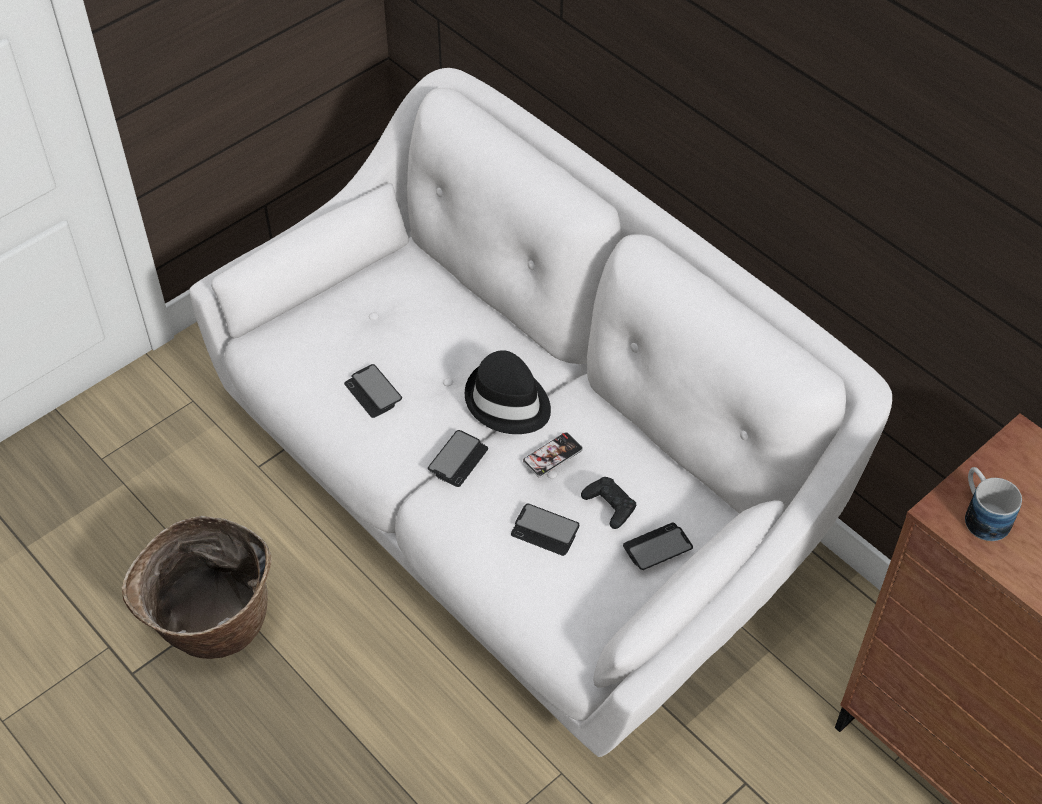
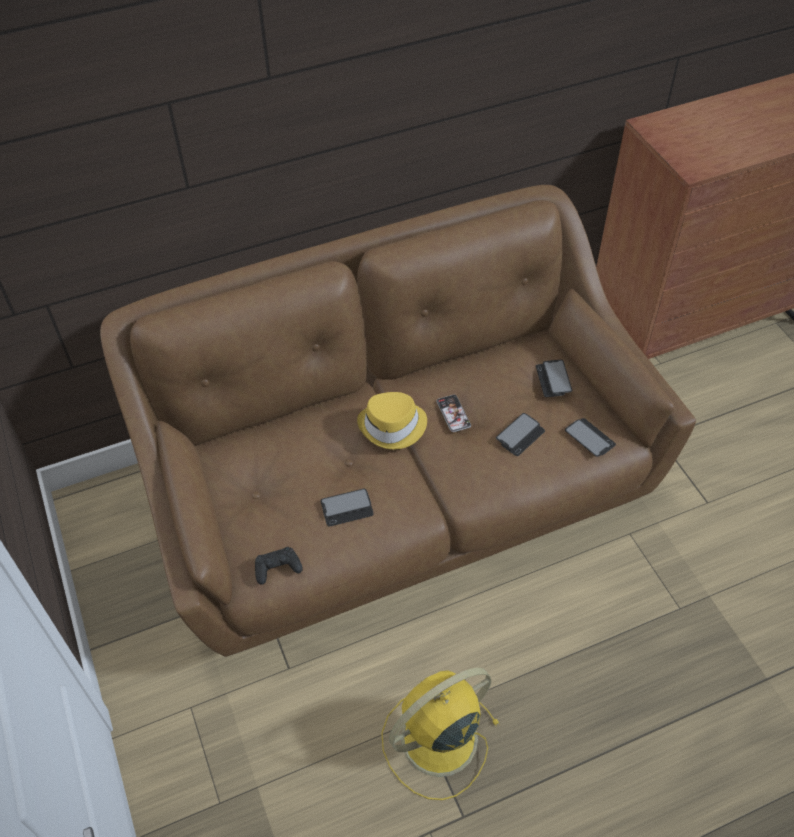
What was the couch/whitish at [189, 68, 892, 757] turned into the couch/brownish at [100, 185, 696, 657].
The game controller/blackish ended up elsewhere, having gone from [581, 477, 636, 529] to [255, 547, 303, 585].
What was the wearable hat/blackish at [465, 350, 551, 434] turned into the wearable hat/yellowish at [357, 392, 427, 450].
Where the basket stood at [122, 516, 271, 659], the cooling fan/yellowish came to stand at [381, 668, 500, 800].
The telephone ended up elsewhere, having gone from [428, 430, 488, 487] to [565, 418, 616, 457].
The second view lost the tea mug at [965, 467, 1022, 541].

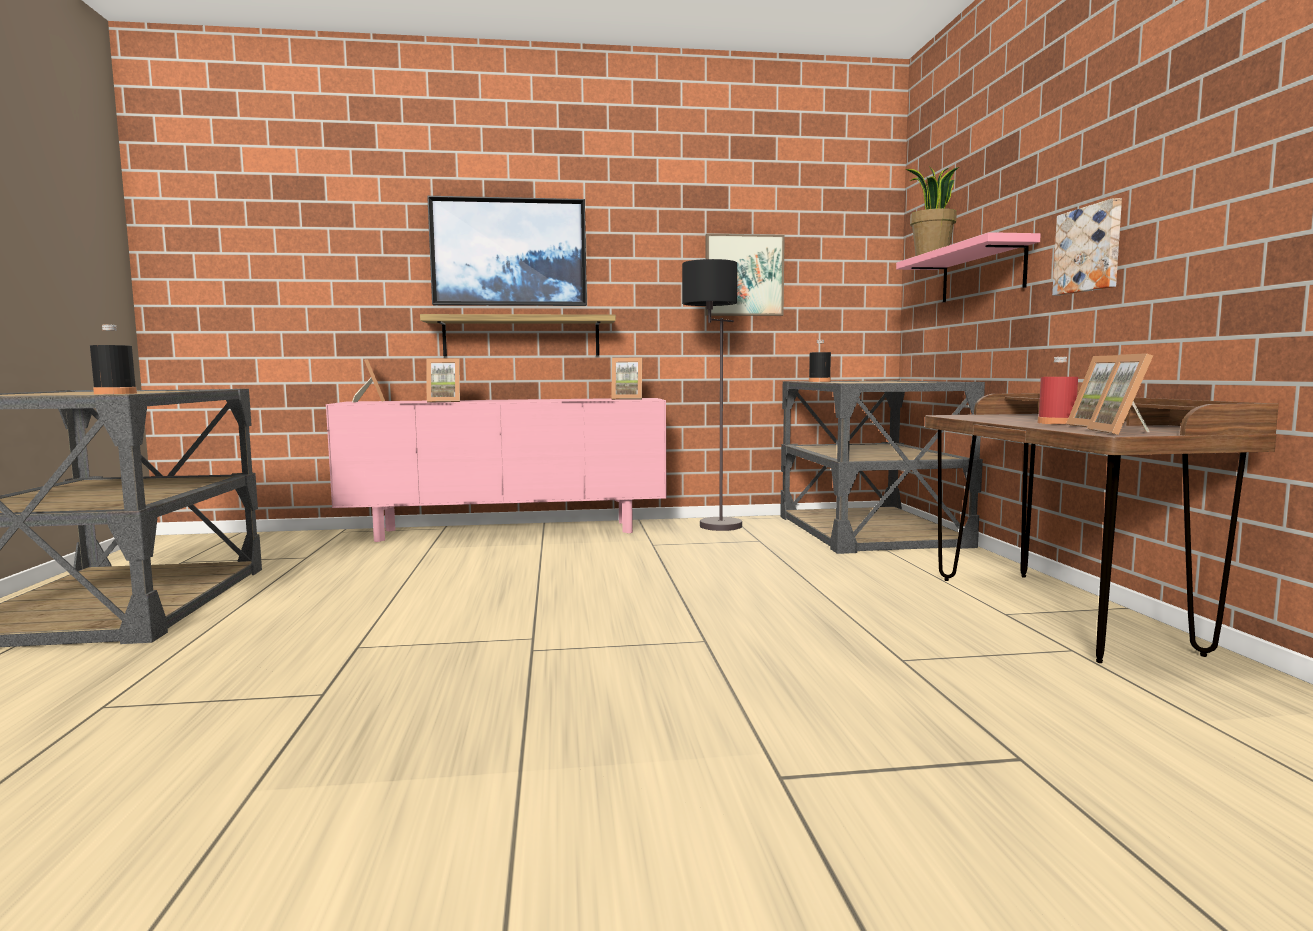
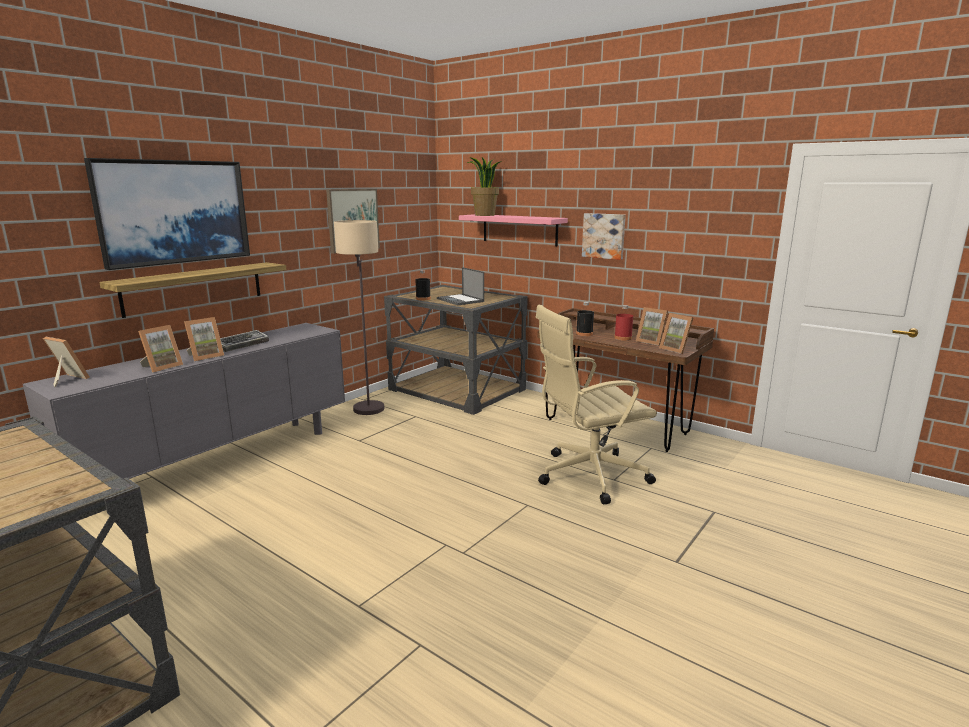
What was the cabinet/pink at [326, 398, 667, 542] turned into the cabinet/grey at [23, 323, 345, 479].
The standing frame ended up elsewhere, having gone from [611, 358, 642, 400] to [184, 317, 224, 361].
The second view gained the keyboard at [220, 330, 269, 352].
What was the standard lamp/blackish at [682, 259, 742, 531] turned into the standard lamp/beige at [334, 220, 384, 415].
The second view gained the laptop at [437, 267, 484, 305].
The second view gained the computer chair/beige at [536, 304, 657, 504].
The drink bottle/blackish ended up elsewhere, having gone from [90, 324, 137, 394] to [576, 302, 594, 336].

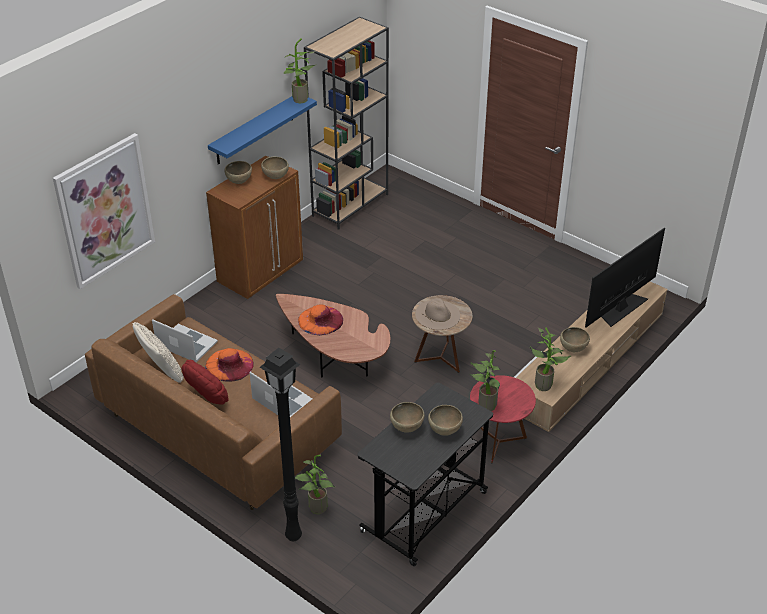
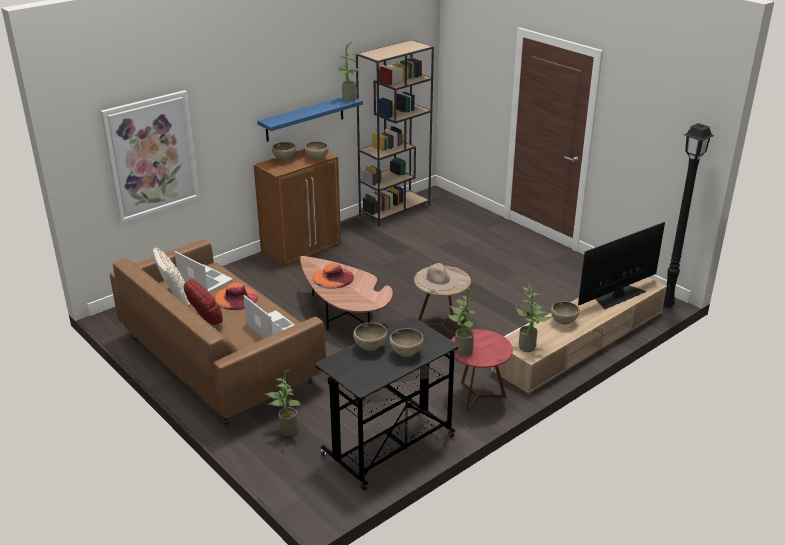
The standard lamp/blackish ended up elsewhere, having gone from [260, 348, 302, 541] to [663, 123, 714, 308].

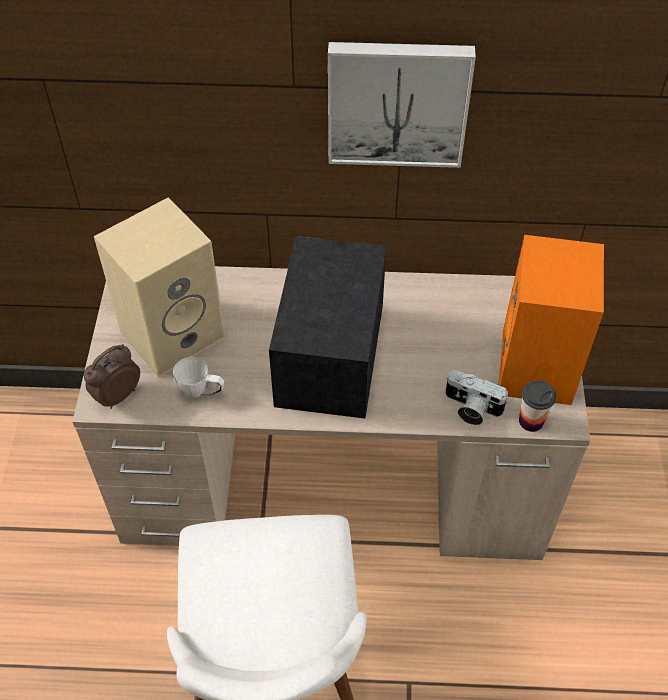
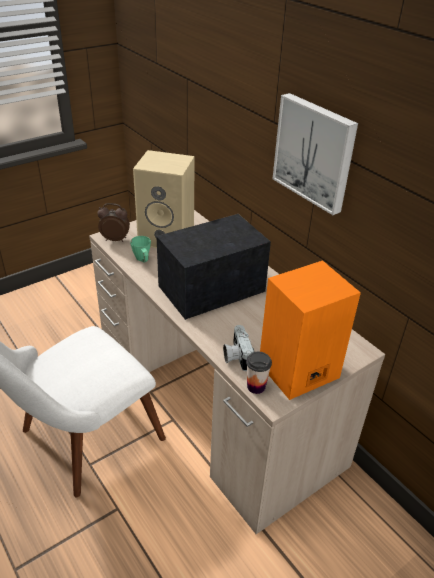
What was the tea mug/whitish at [173, 357, 224, 398] turned into the tea mug/green at [130, 236, 151, 262].

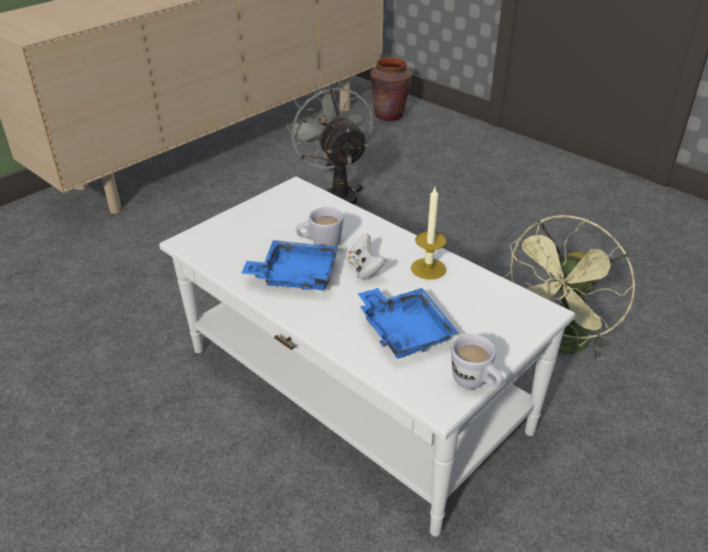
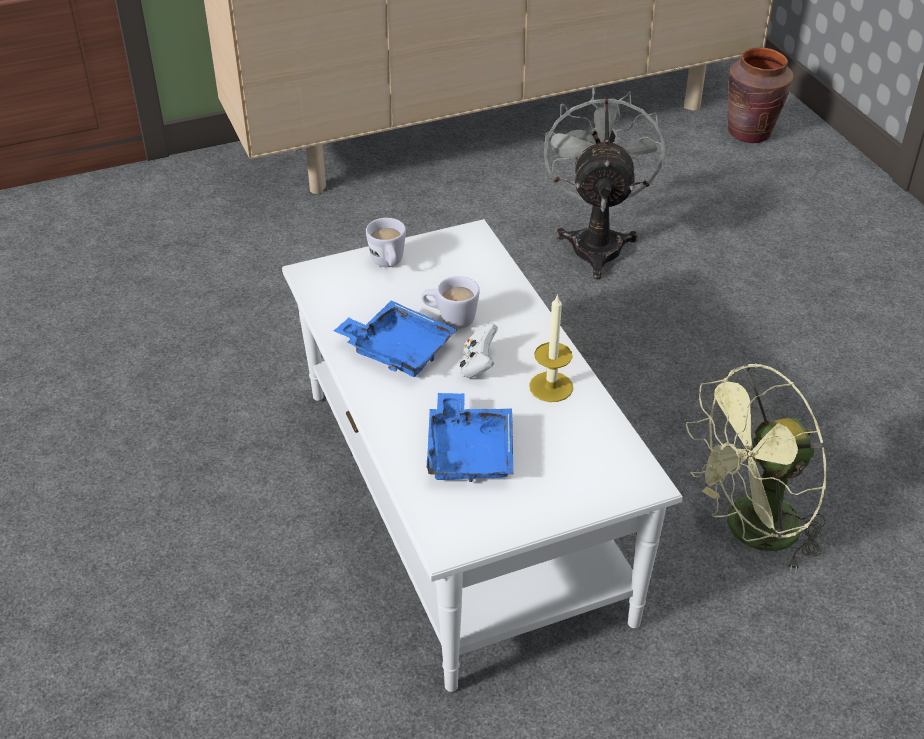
The tea mug/whitish ended up elsewhere, having gone from [451, 334, 503, 389] to [366, 218, 406, 267].

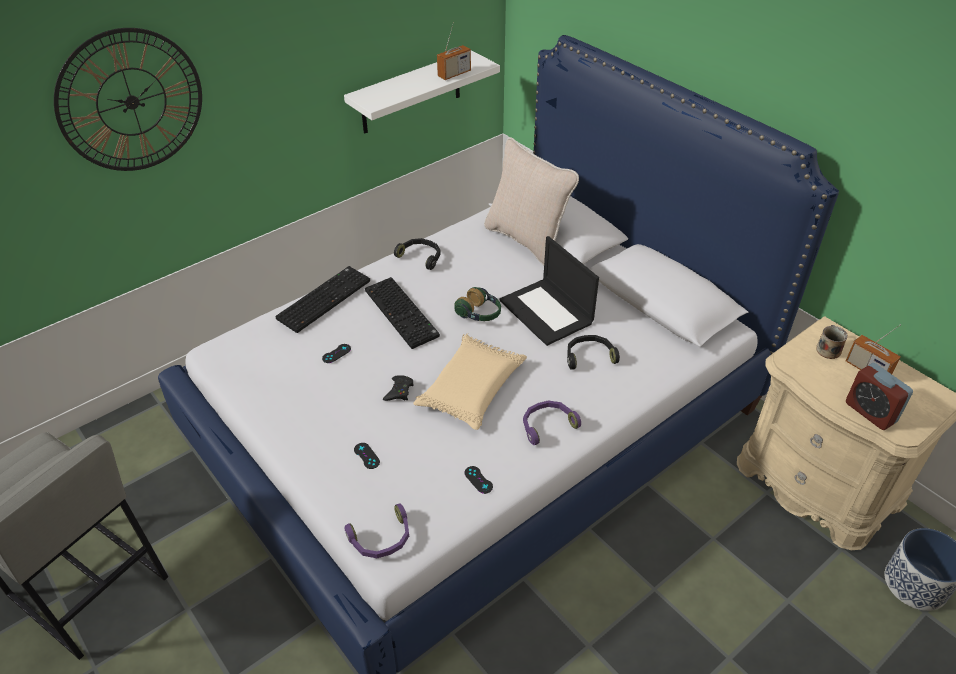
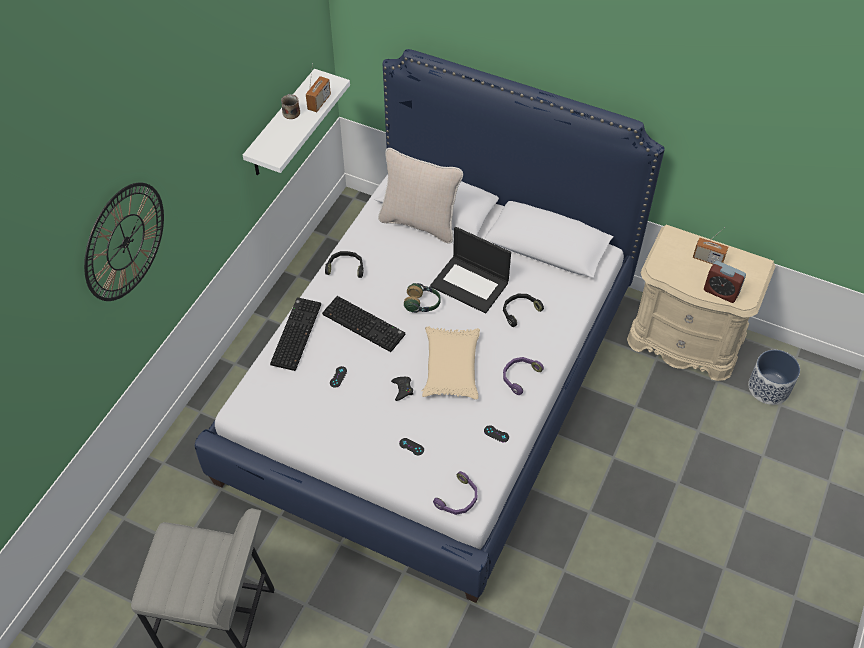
The tea mug ended up elsewhere, having gone from [816, 325, 848, 359] to [281, 94, 300, 119].

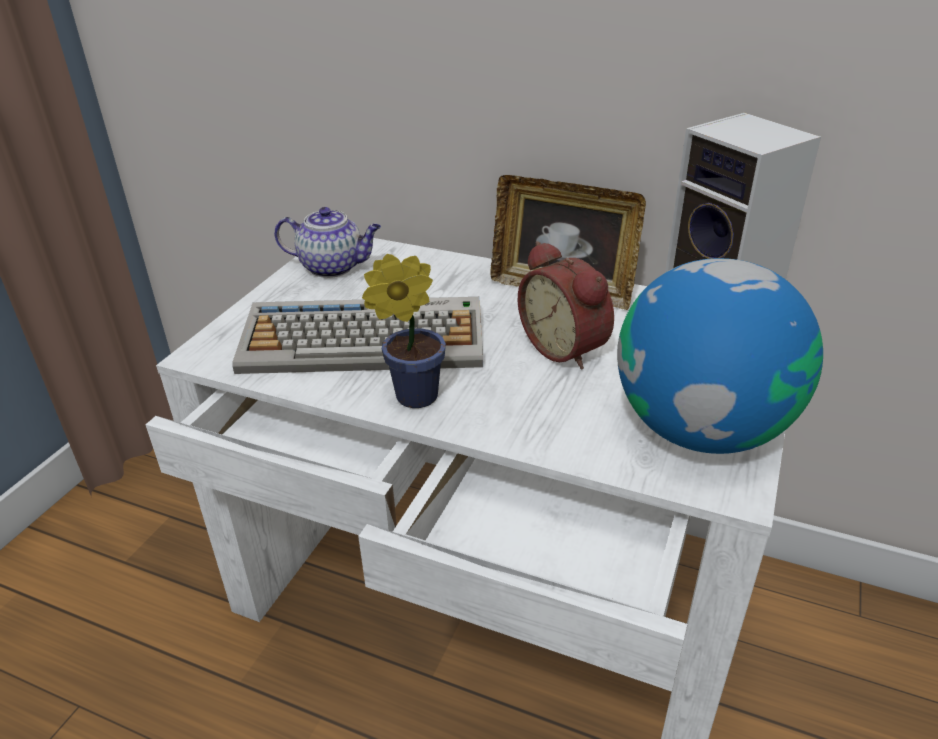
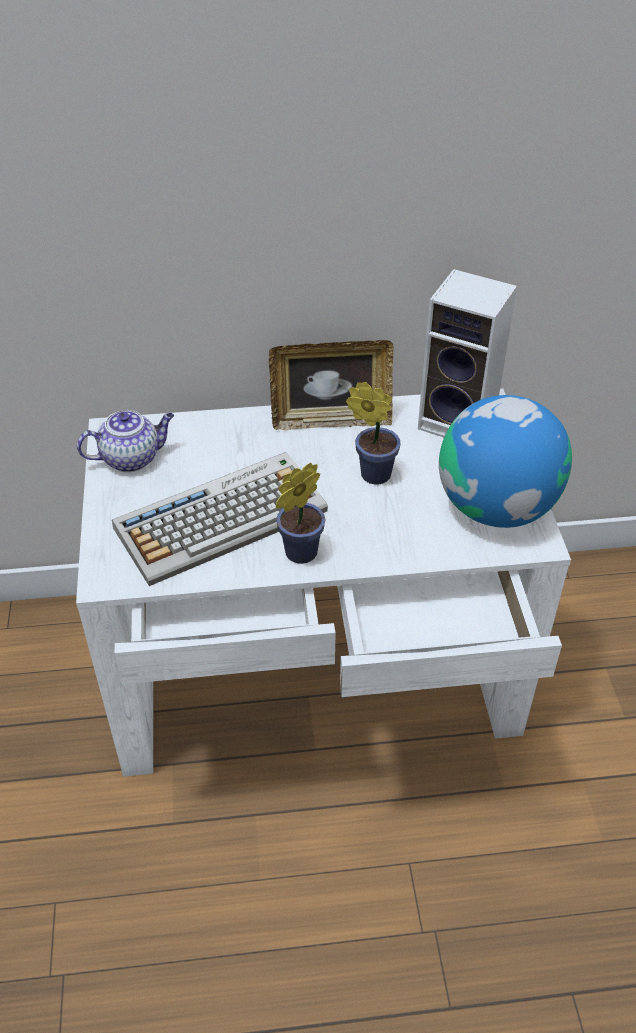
Where the bedside clock stood at [518, 241, 614, 370], the potted plant came to stand at [346, 382, 401, 484].

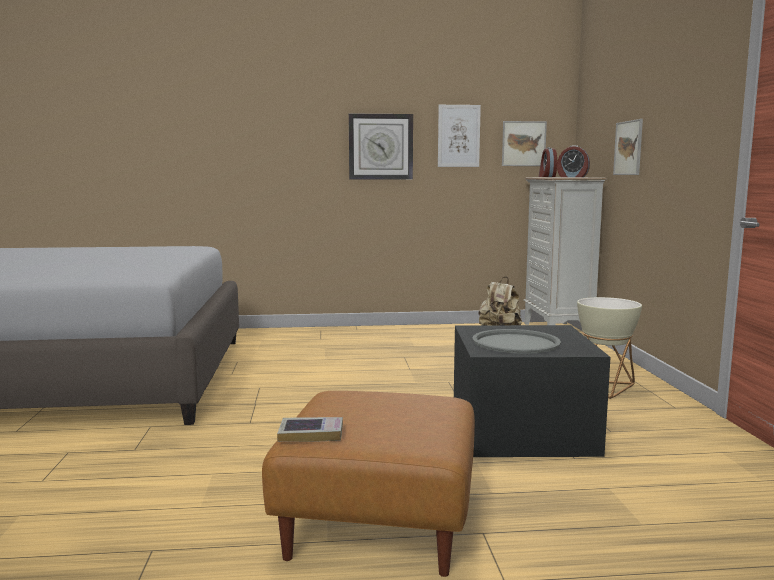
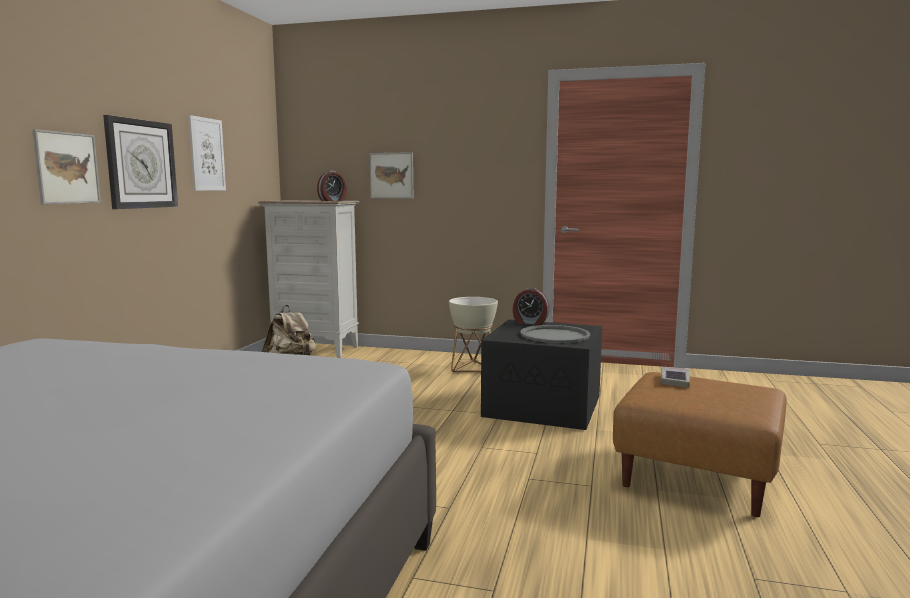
The picture ended up elsewhere, having gone from [502, 121, 547, 166] to [32, 129, 101, 204].
The bedside clock ended up elsewhere, having gone from [539, 147, 557, 177] to [513, 287, 549, 325].
The bound book ended up elsewhere, having gone from [277, 417, 343, 442] to [661, 367, 690, 388].

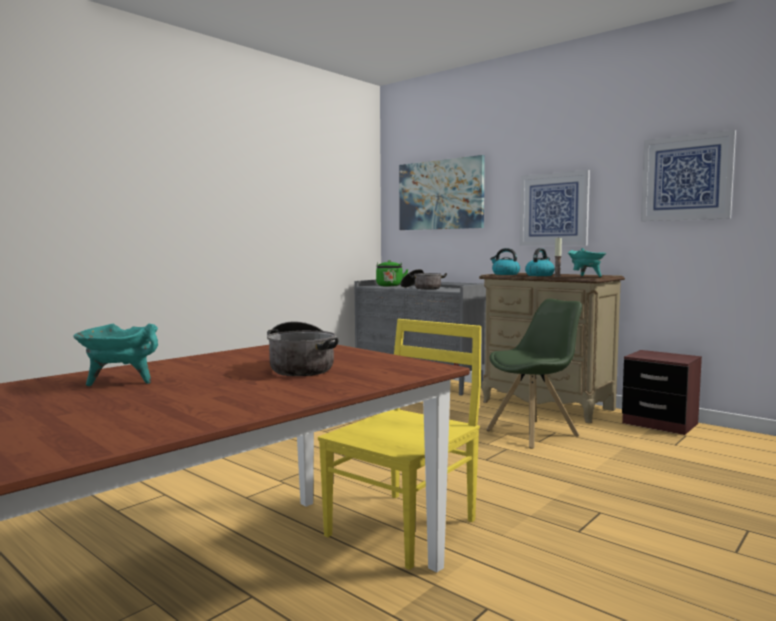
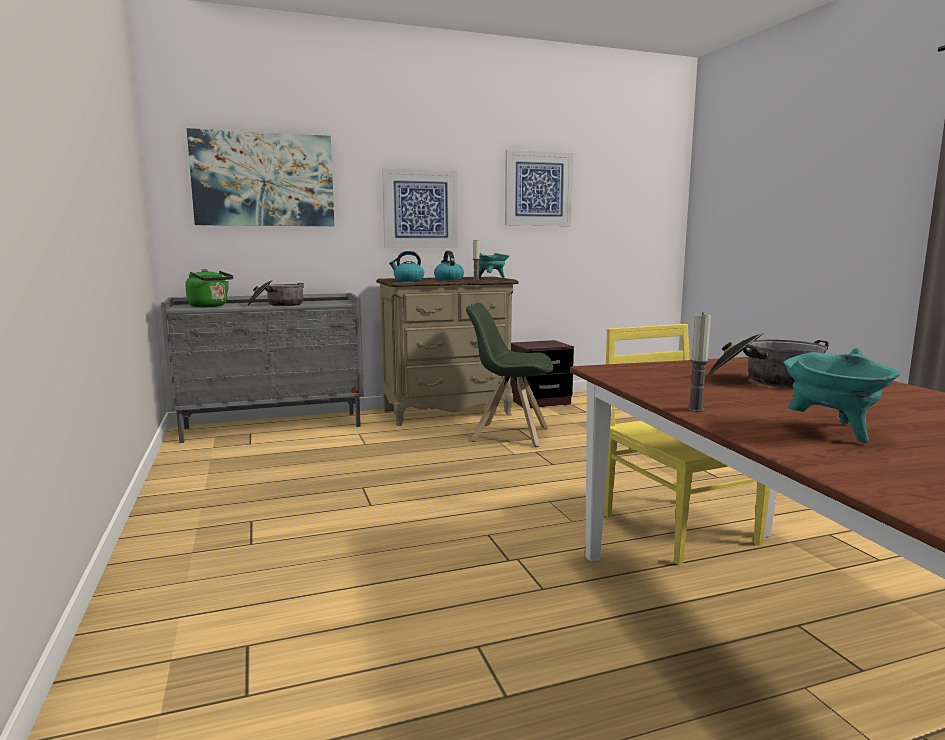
The upright chair/green at [486, 299, 582, 449] ended up facing another way, 75 degrees counterclockwise from before.
The second view gained the wax candle at [687, 312, 711, 412].

